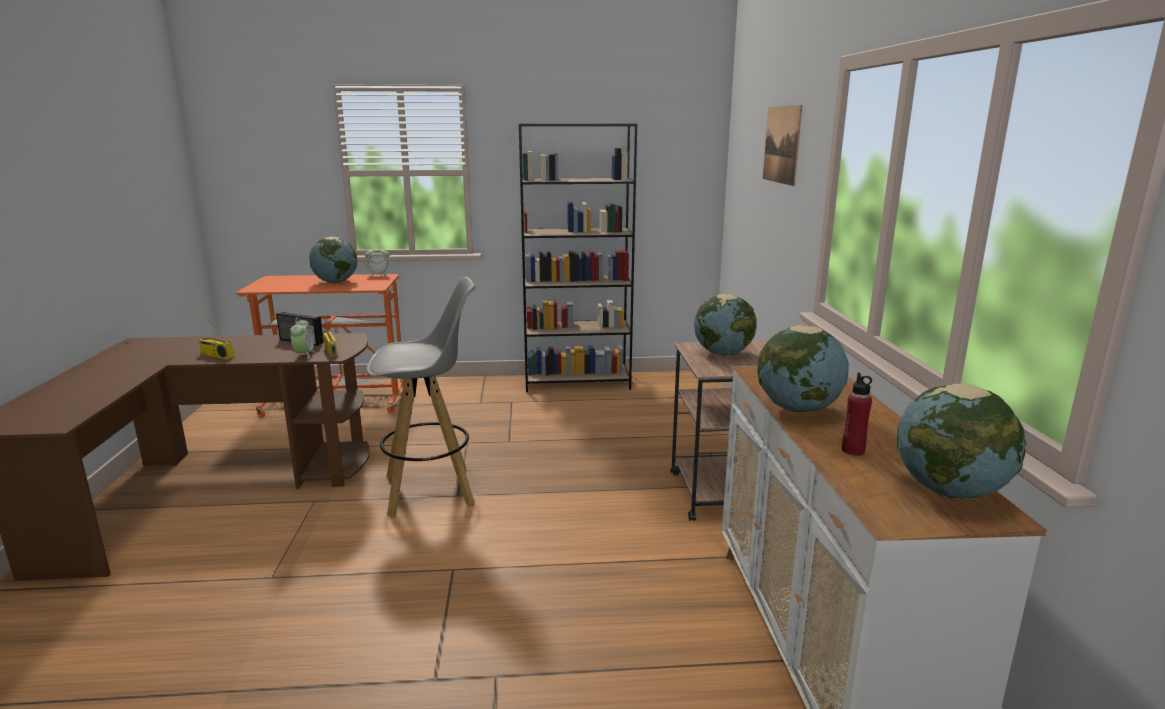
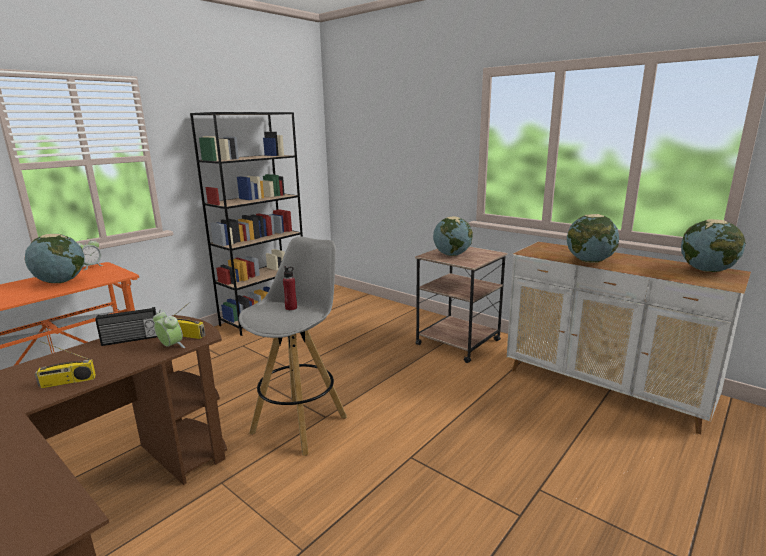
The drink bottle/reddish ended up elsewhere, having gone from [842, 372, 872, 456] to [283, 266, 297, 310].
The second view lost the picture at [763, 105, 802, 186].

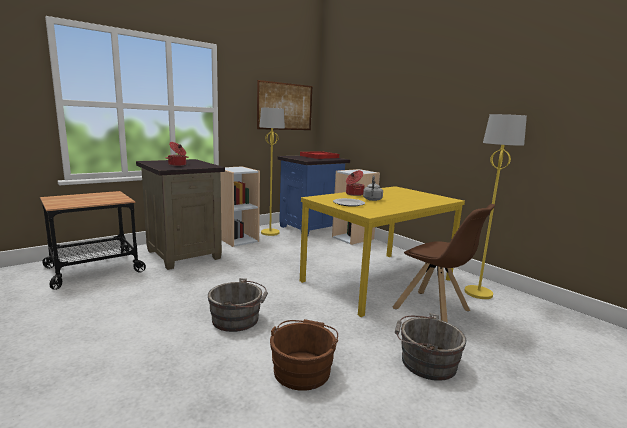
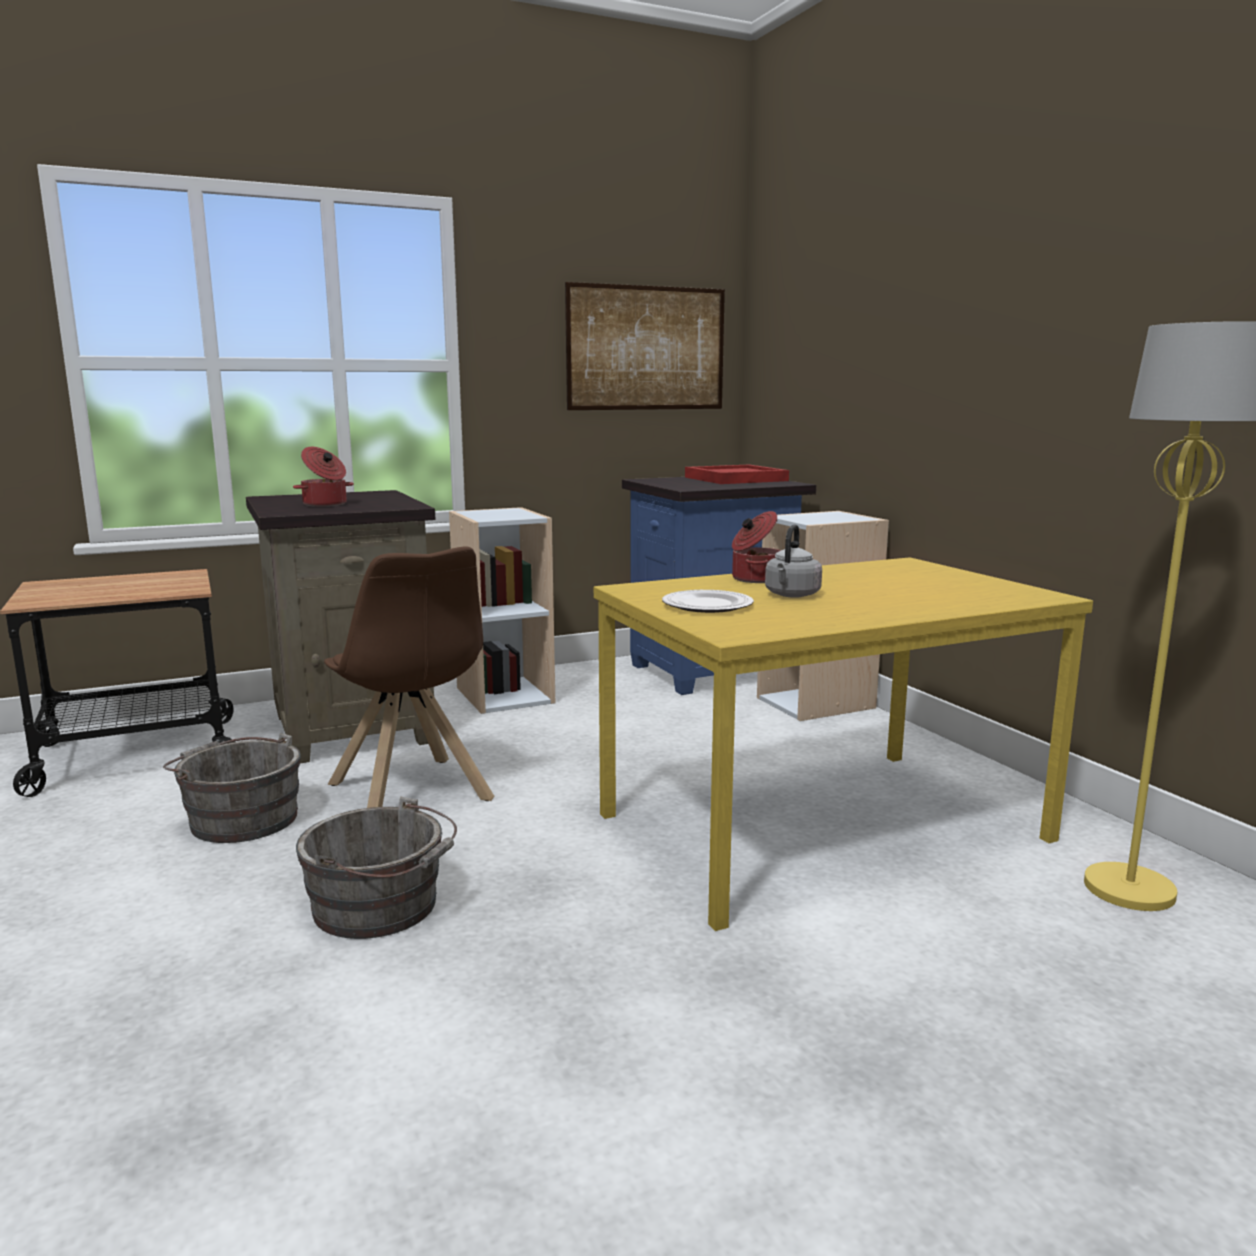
The bucket/grey ended up elsewhere, having gone from [395, 313, 466, 381] to [163, 733, 300, 843].
The upright chair/brownish ended up elsewhere, having gone from [393, 204, 495, 323] to [324, 547, 495, 808].
The second view lost the standard lamp/yellowish at [259, 107, 285, 236].
The second view lost the bucket/brownish at [270, 319, 338, 391].

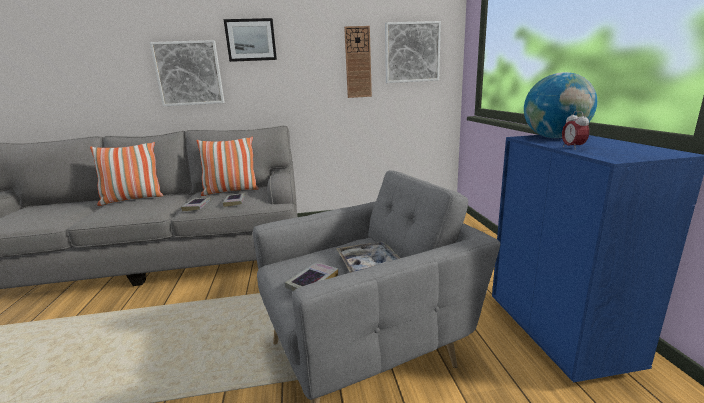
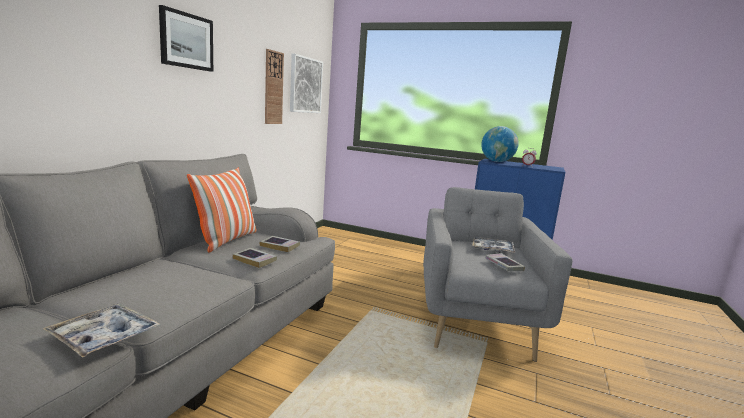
The second view gained the serving tray at [42, 304, 161, 358].
The second view lost the throw pillow at [90, 142, 163, 206].
The second view lost the picture at [150, 40, 225, 106].

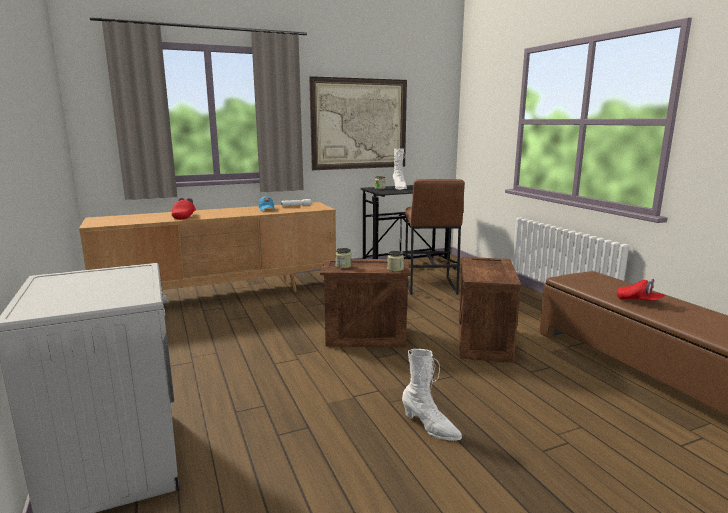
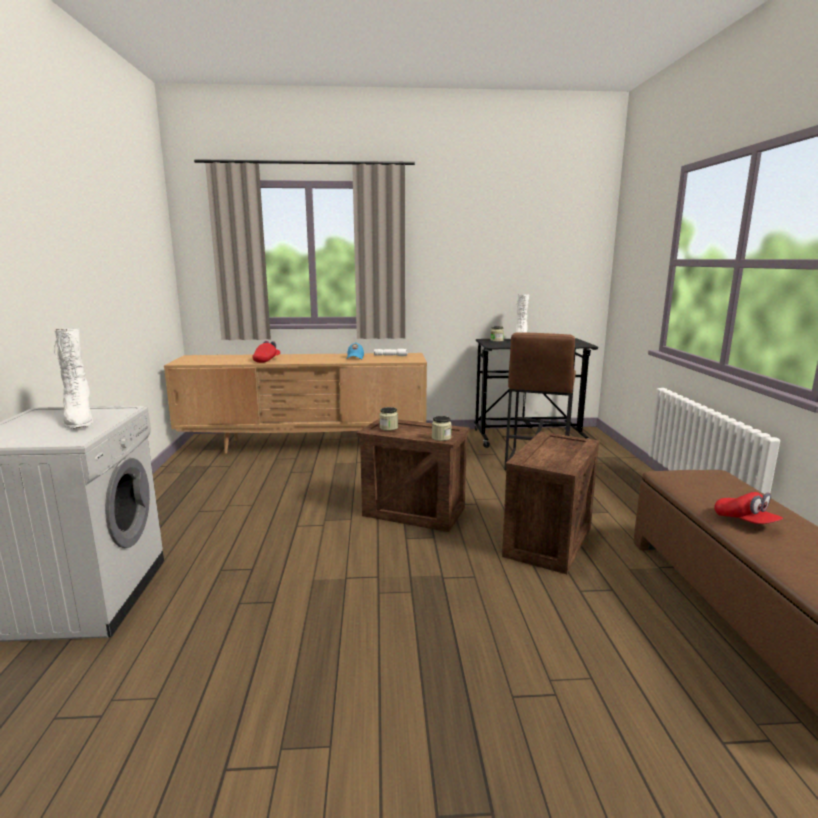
The tall boot/whitish ended up elsewhere, having gone from [402, 349, 462, 441] to [54, 328, 93, 429].
The second view lost the picture at [309, 76, 407, 170].

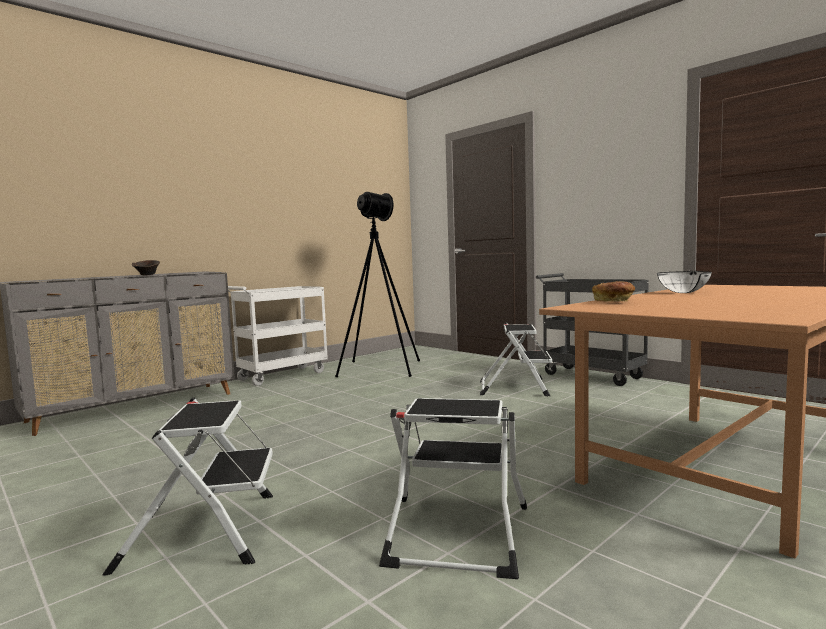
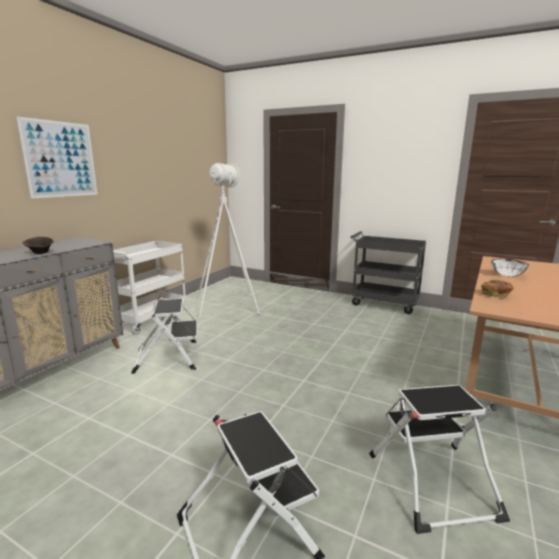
The second view gained the picture at [16, 116, 98, 199].
The step stool ended up elsewhere, having gone from [480, 322, 552, 397] to [131, 297, 198, 374].
What was the standard lamp/blackish at [335, 192, 420, 377] turned into the standard lamp/whitish at [197, 163, 260, 319].

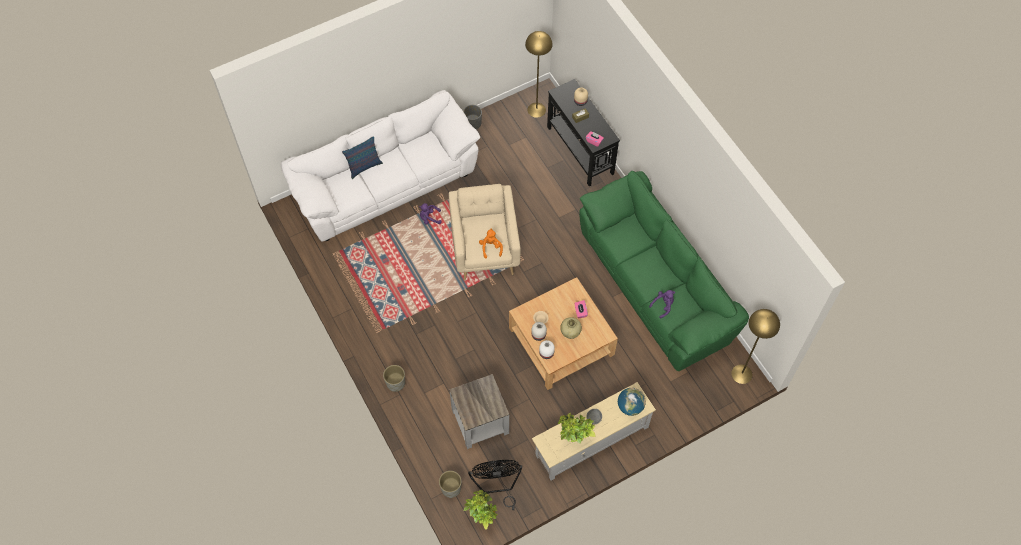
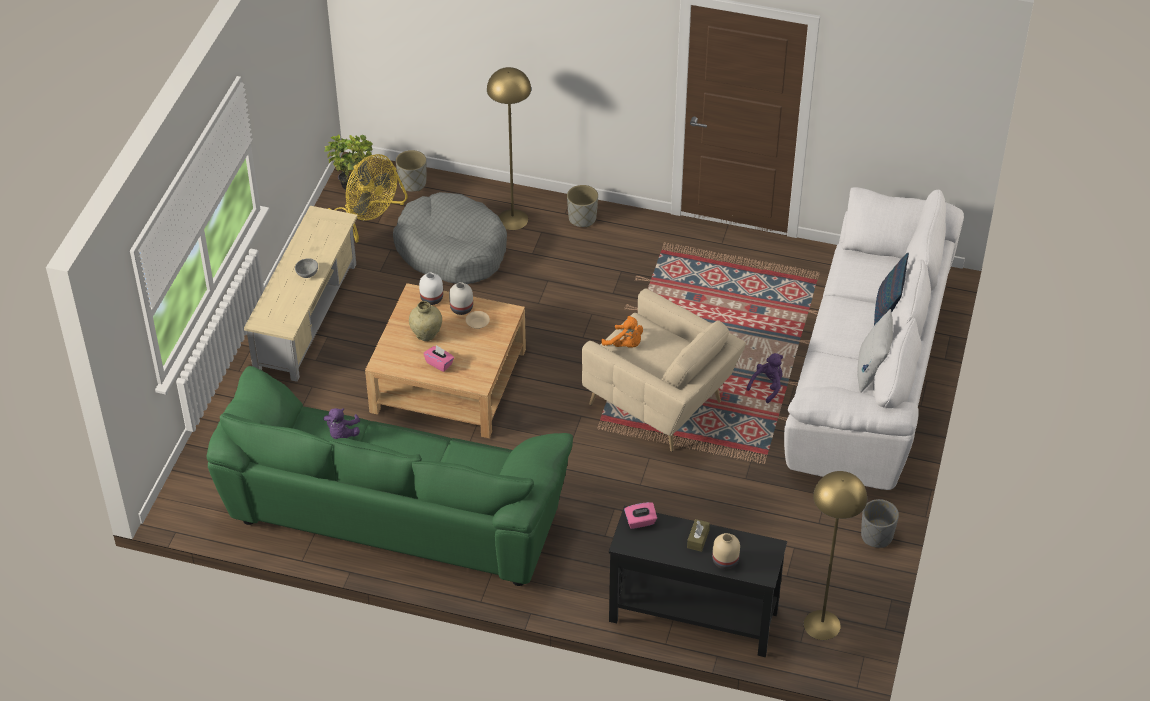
What was the cooling fan/blackish at [468, 460, 522, 511] turned into the cooling fan/yellowish at [328, 154, 408, 243].
Where the side table/grey stood at [449, 374, 509, 449], the dog bed/grey came to stand at [393, 192, 507, 284].
The standard lamp/yellowish ended up elsewhere, having gone from [731, 309, 780, 384] to [487, 67, 531, 230].
The second view gained the throw pillow/grey at [857, 309, 893, 393].
The second view lost the potted plant at [558, 413, 596, 443].
The second view lost the desk globe at [618, 388, 646, 416].

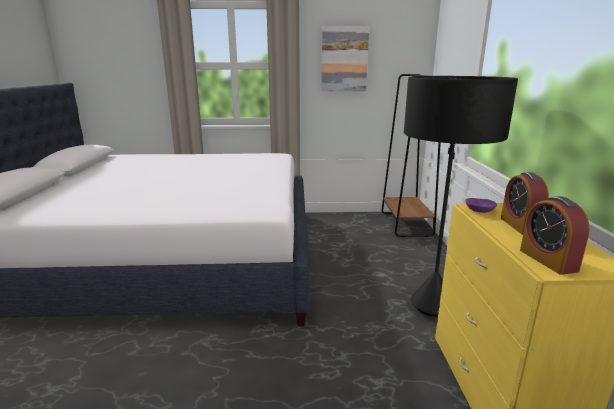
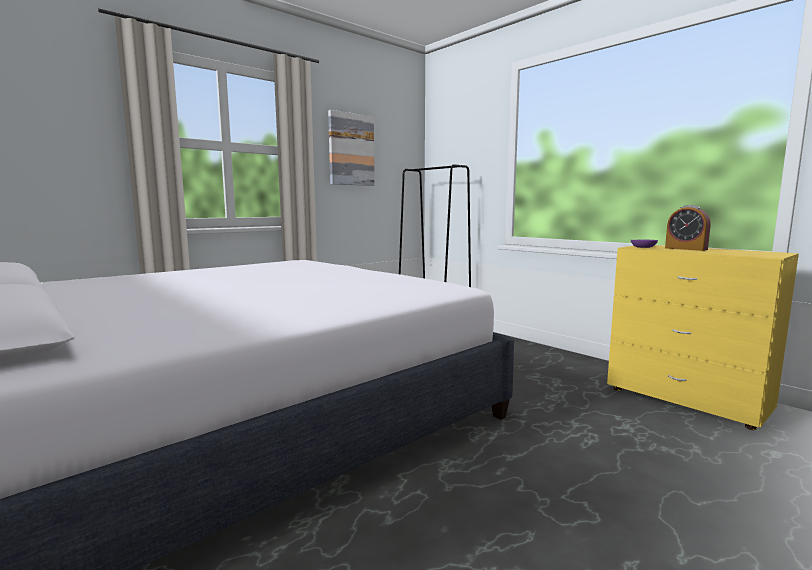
The second view lost the standard lamp/blackish at [404, 76, 518, 317].
The second view lost the bedside clock at [520, 196, 590, 275].

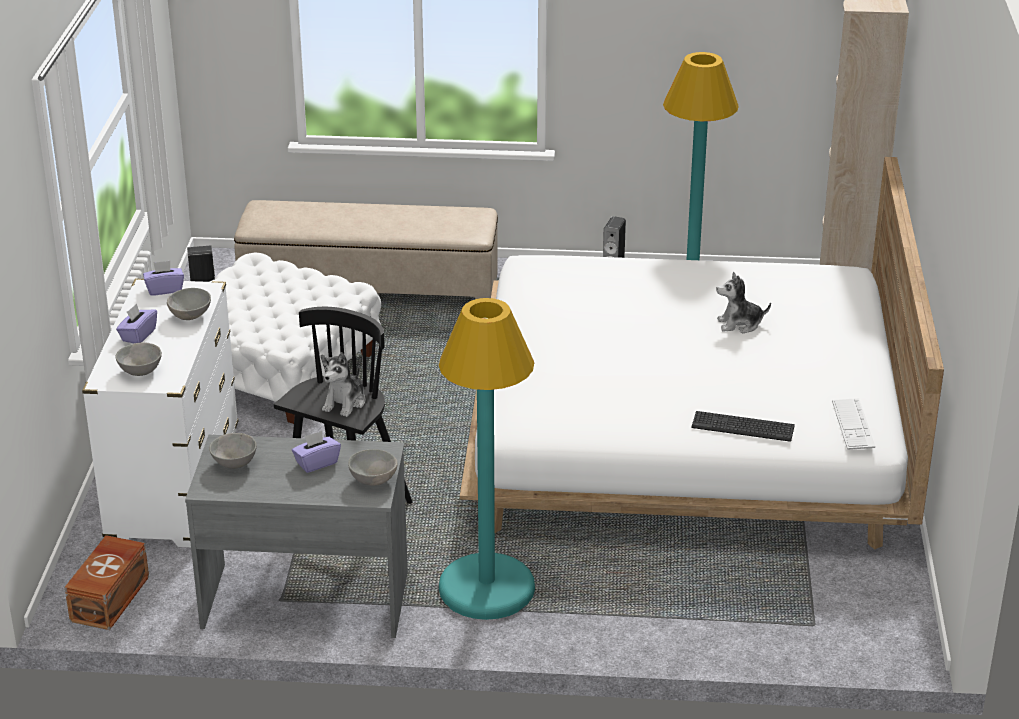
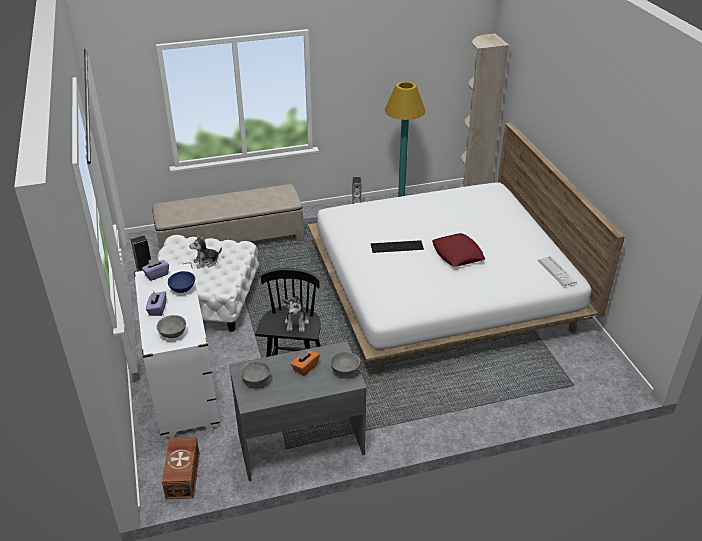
What was the bowl/grey at [167, 288, 211, 320] turned into the bowl/blue at [168, 271, 195, 293].
The cuddly toy ended up elsewhere, having gone from [716, 272, 771, 333] to [189, 235, 222, 269].
What was the tissue holder/purple-coloured at [292, 431, 341, 473] turned into the tissue holder/orange-coloured at [291, 349, 320, 376].
The keyboard ended up elsewhere, having gone from [692, 411, 795, 442] to [371, 240, 424, 253].
The second view gained the throw pillow/reddish at [432, 233, 485, 267].
The second view lost the standard lamp/turquoise at [439, 298, 535, 620].

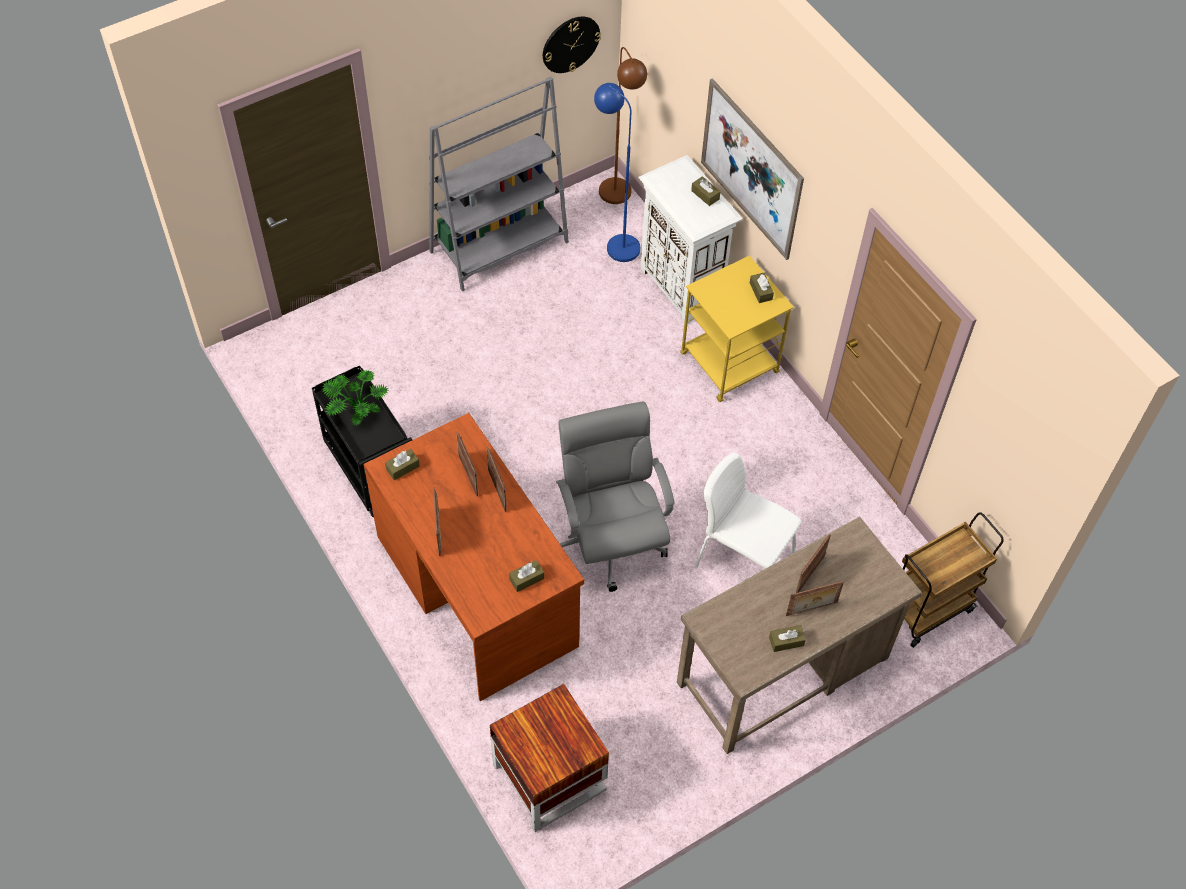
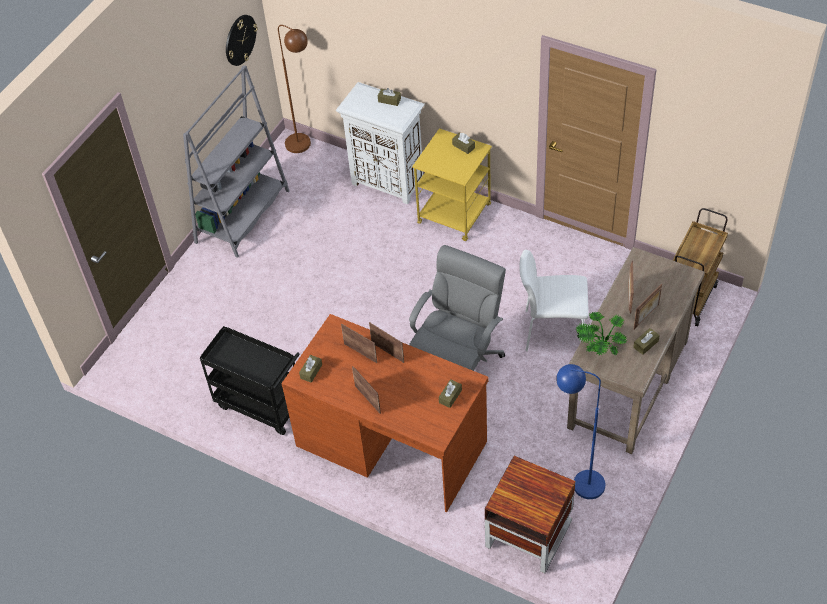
The computer chair/grey at [556, 402, 674, 592] ended up facing another way, 75 degrees clockwise from before.
The standard lamp/blue ended up elsewhere, having gone from [594, 83, 640, 262] to [556, 364, 605, 499].
The potted plant ended up elsewhere, having gone from [321, 370, 388, 426] to [576, 311, 628, 356].
The second view lost the picture at [701, 78, 804, 260].

